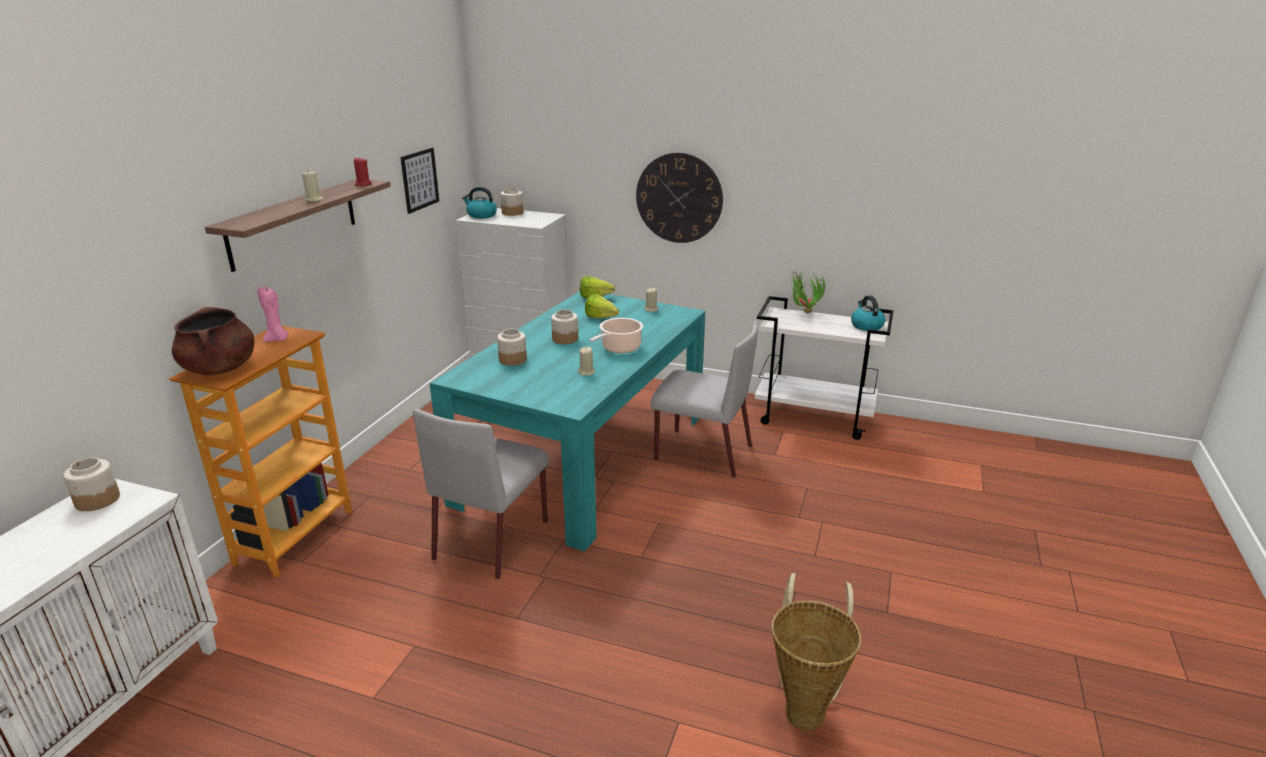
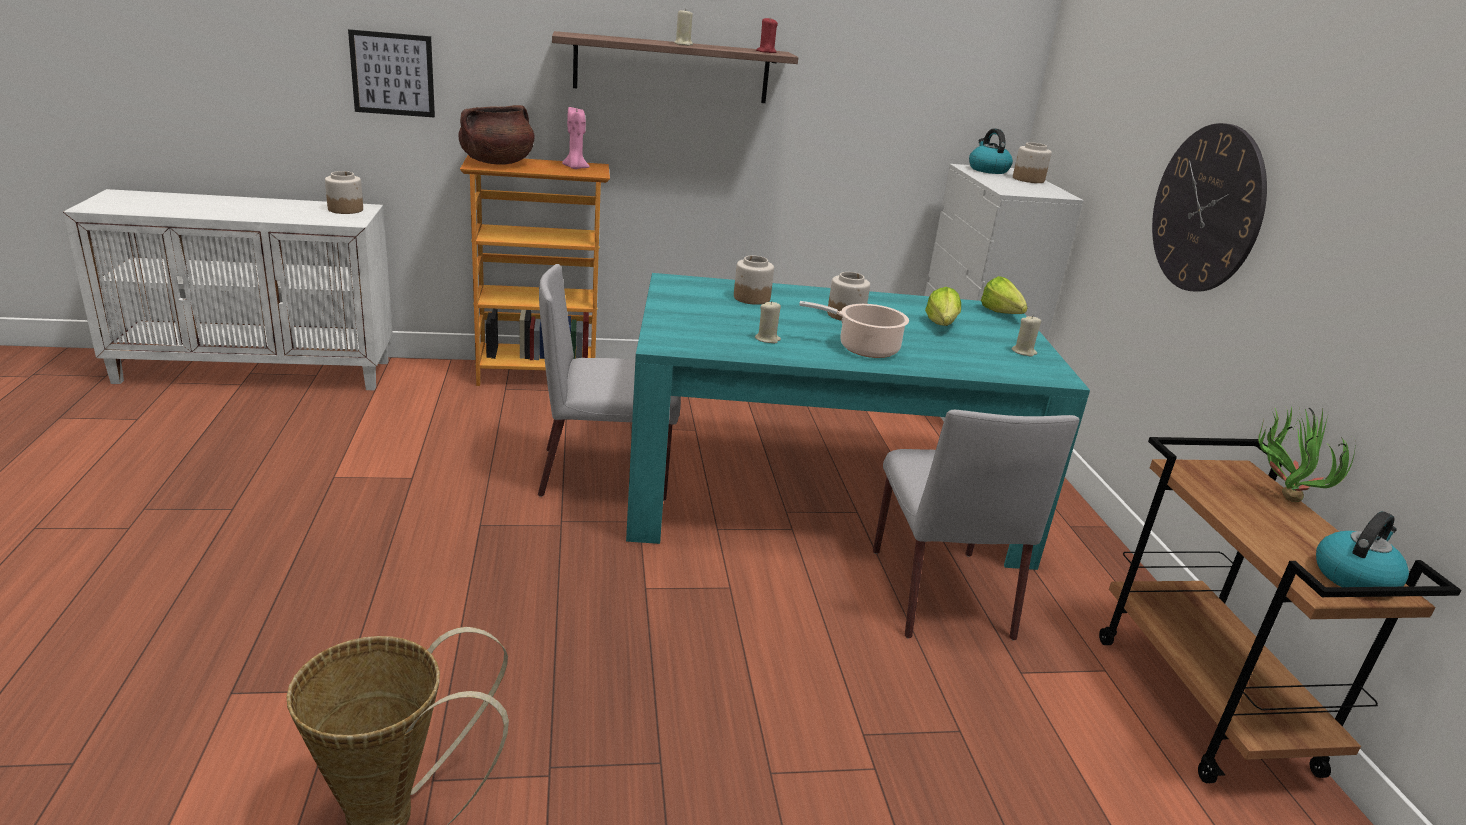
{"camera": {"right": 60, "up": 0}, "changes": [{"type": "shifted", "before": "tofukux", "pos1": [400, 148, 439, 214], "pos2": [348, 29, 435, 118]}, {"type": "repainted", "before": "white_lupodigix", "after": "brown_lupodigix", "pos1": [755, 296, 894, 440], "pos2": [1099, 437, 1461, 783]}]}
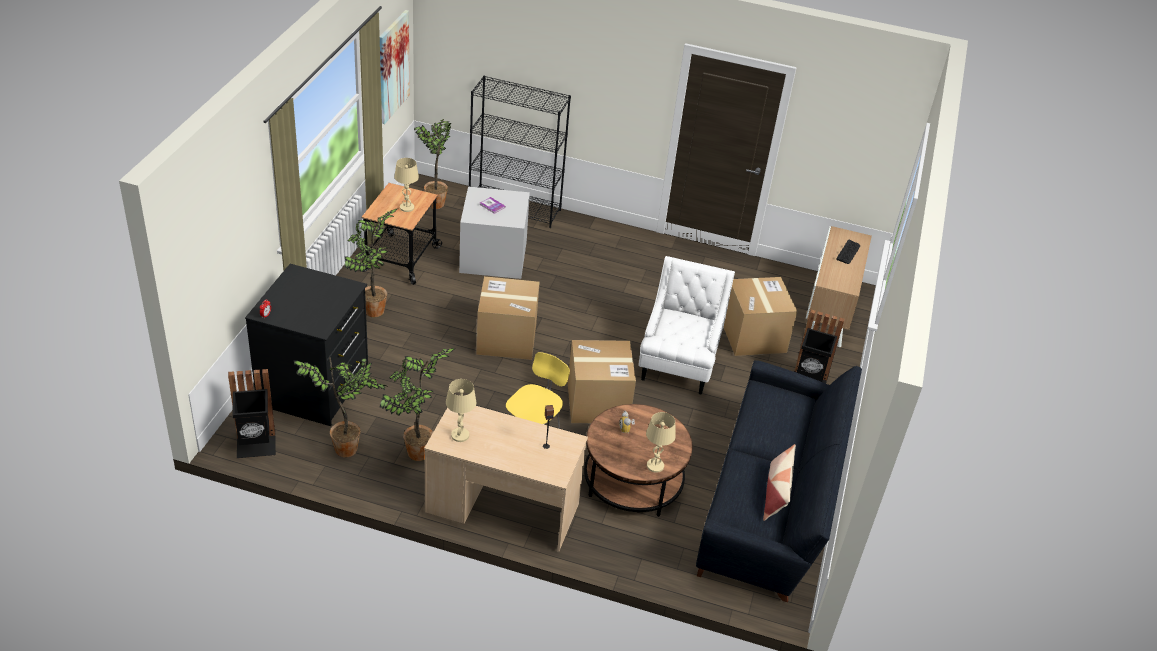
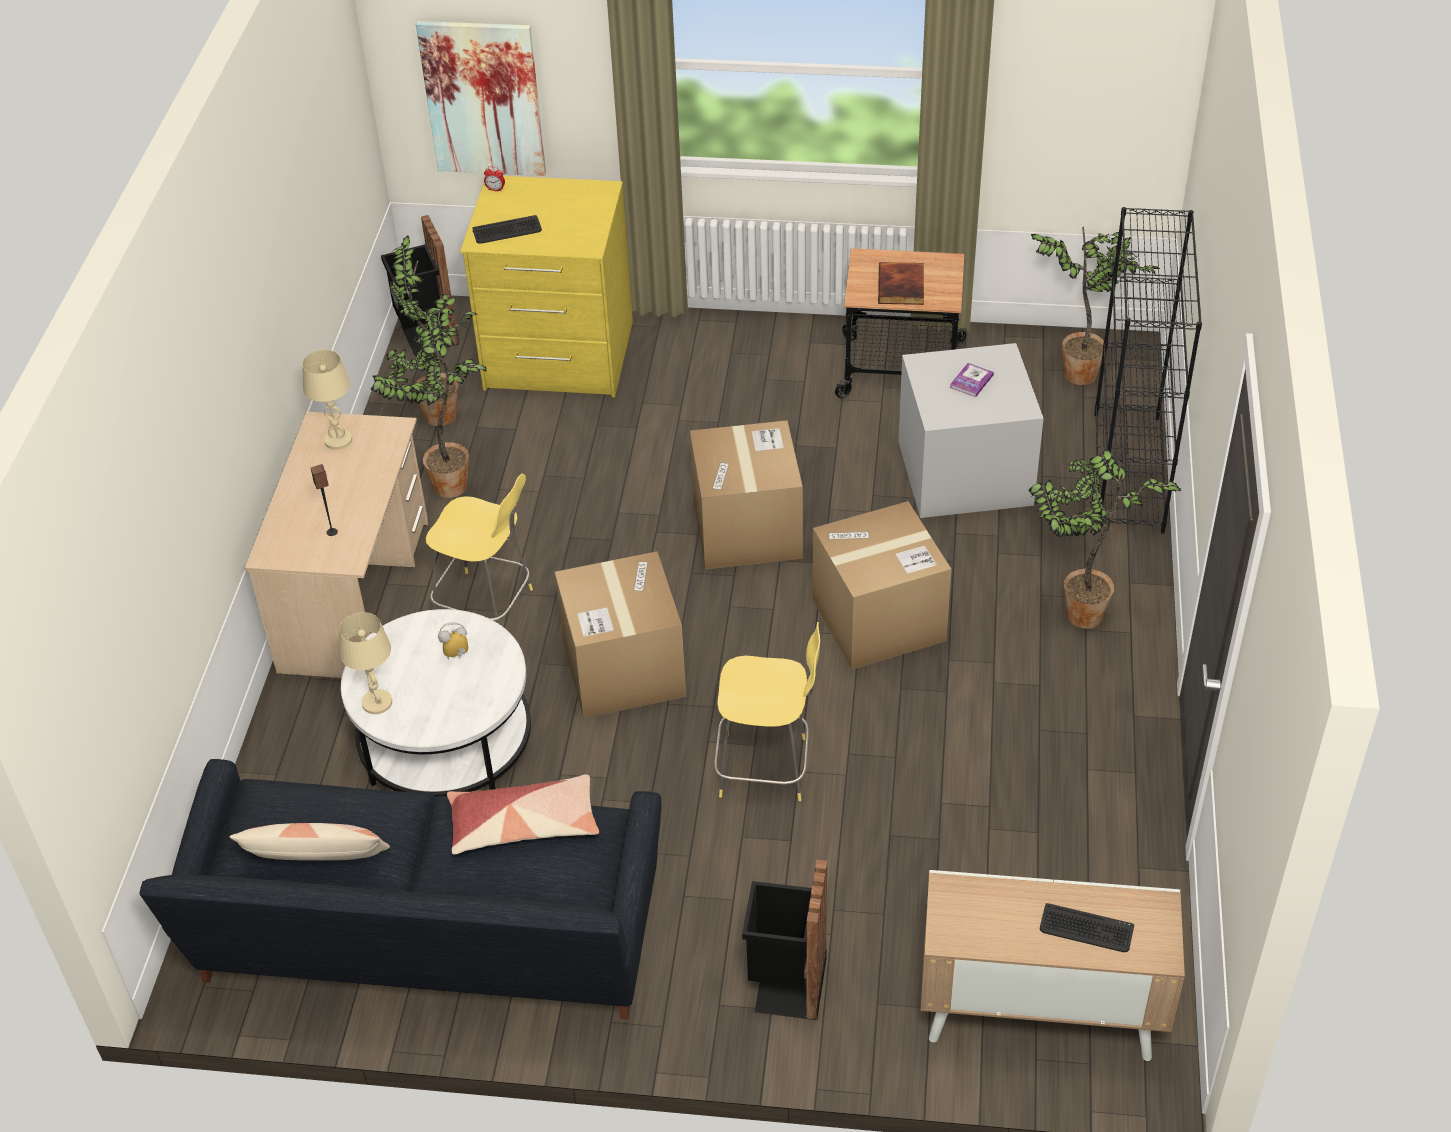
{"camera": {"right": 85, "up": 5}, "changes": [{"type": "repainted", "before": "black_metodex", "after": "yellow_metodex", "pos1": [245, 264, 368, 426], "pos2": [460, 176, 633, 397]}, {"type": "shifted", "before": "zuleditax", "pos1": [345, 209, 397, 317], "pos2": [1029, 449, 1181, 629]}, {"type": "shifted", "before": "tofukux", "pos1": [380, 10, 410, 124], "pos2": [416, 21, 546, 176]}, {"type": "swapped", "before": "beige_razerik", "after": "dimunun", "pos1": [394, 158, 419, 212], "pos2": [878, 262, 924, 305]}, {"type": "repainted", "before": "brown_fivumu", "after": "white_fivumu", "pos1": [584, 404, 693, 517], "pos2": [341, 609, 531, 797]}, {"type": "swapped", "before": "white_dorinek", "after": "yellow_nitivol", "pos1": [639, 256, 735, 395], "pos2": [714, 622, 820, 801]}, {"type": "shifted", "before": "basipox", "pos1": [724, 277, 797, 356], "pos2": [813, 501, 952, 669]}, {"type": "new", "after": "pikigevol", "pos2": [447, 774, 599, 854]}, {"type": "new", "after": "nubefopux", "pos2": [472, 215, 542, 244]}]}
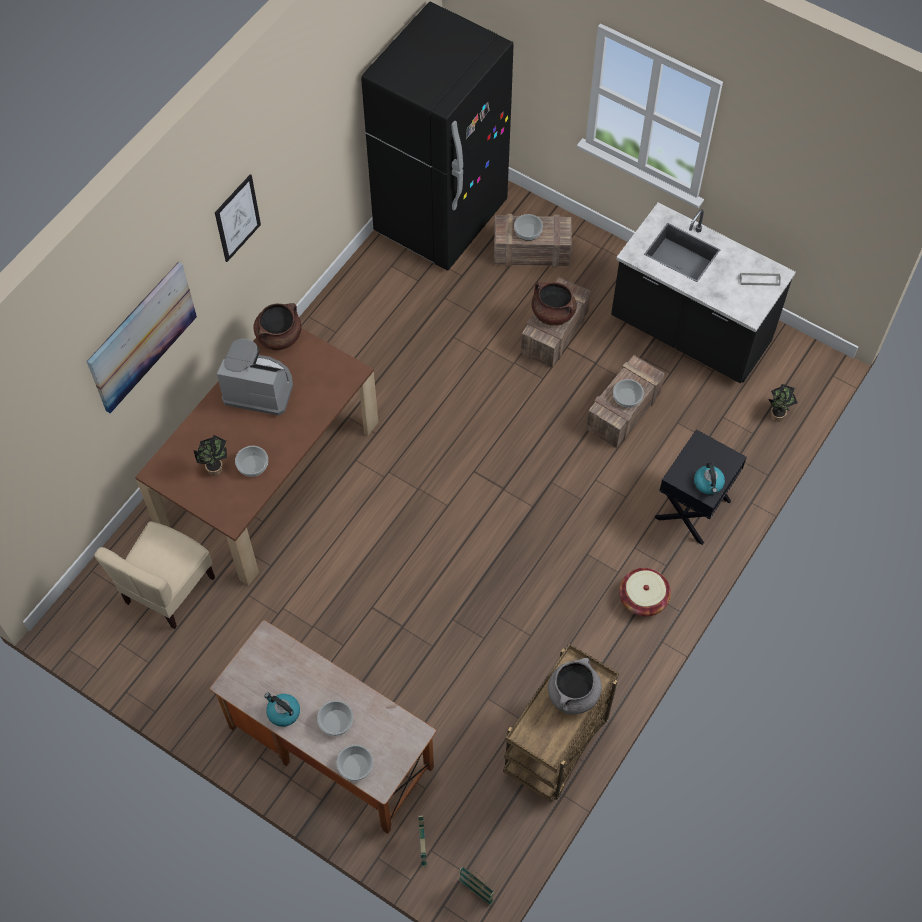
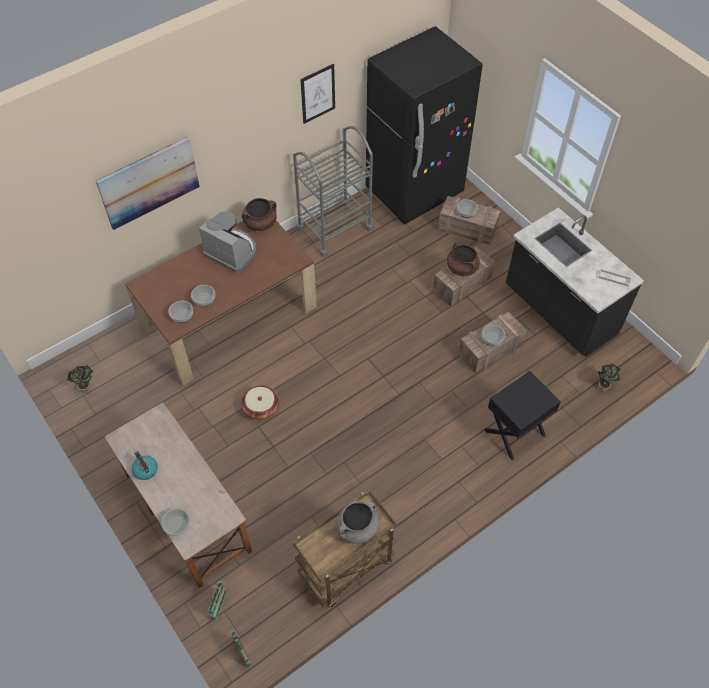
{"camera": {"right": 20, "up": -5}, "changes": [{"type": "gone", "before": "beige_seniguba", "pos1": [94, 521, 215, 629]}, {"type": "shifted", "before": "zuleditax", "pos1": [193, 435, 227, 476], "pos2": [67, 365, 93, 393]}, {"type": "shifted", "before": "tofukux", "pos1": [215, 174, 261, 262], "pos2": [300, 64, 335, 124]}, {"type": "shifted", "before": "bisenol", "pos1": [317, 700, 353, 736], "pos2": [168, 301, 193, 323]}, {"type": "shifted", "before": "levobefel", "pos1": [619, 568, 671, 616], "pos2": [241, 386, 279, 420]}, {"type": "gone", "before": "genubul", "pos1": [694, 463, 725, 494]}, {"type": "new", "after": "grey_lupodigix", "pos2": [293, 126, 374, 257]}]}
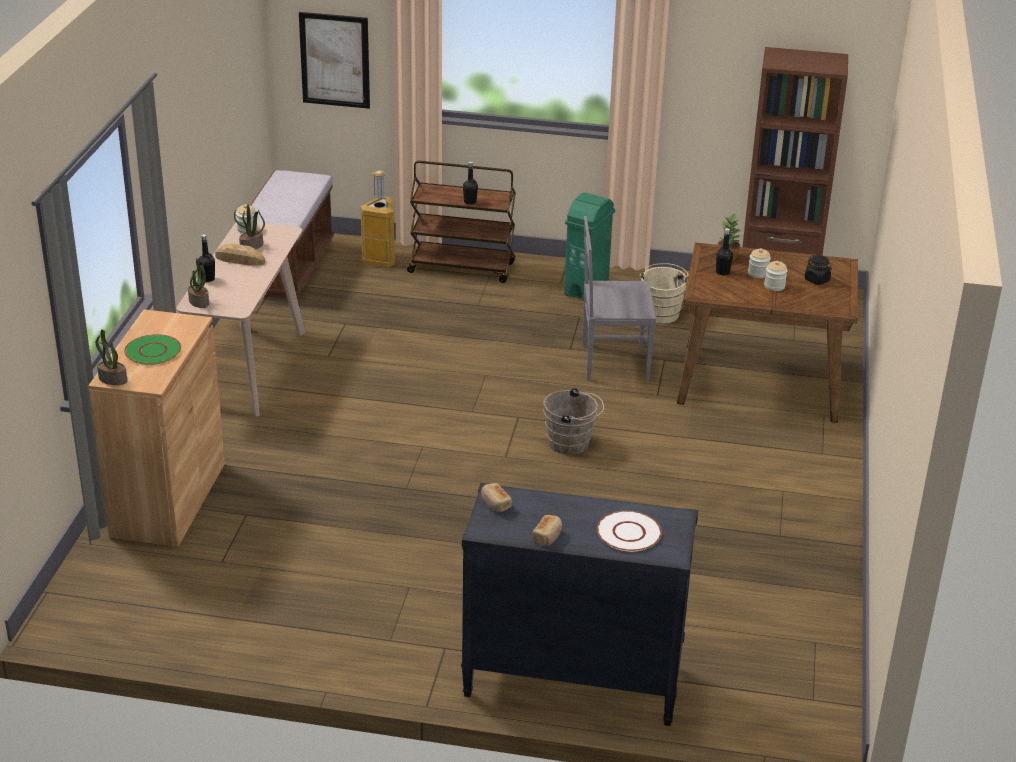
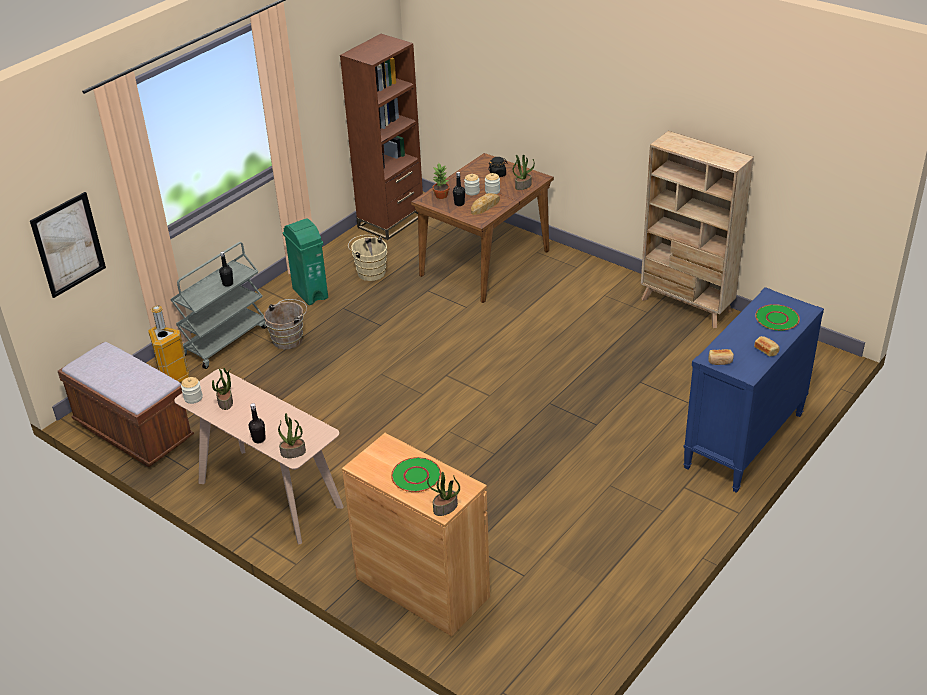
{"camera": {"right": -60, "up": 5}, "changes": [{"type": "shifted", "before": "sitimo", "pos1": [215, 243, 265, 265], "pos2": [471, 193, 500, 215]}, {"type": "repainted", "before": "brown_lupodigix", "after": "grey_lupodigix", "pos1": [407, 161, 516, 283], "pos2": [170, 242, 267, 369]}, {"type": "repainted", "before": "black_metodex", "after": "blue_metodex", "pos1": [461, 483, 698, 726], "pos2": [683, 287, 824, 493]}, {"type": "shifted", "before": "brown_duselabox", "pos1": [543, 388, 604, 455], "pos2": [264, 299, 307, 349]}, {"type": "gone", "before": "grey_seniguba", "pos1": [582, 216, 656, 381]}, {"type": "repainted", "before": "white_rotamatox", "after": "green_rotamatox", "pos1": [597, 511, 662, 551], "pos2": [755, 304, 800, 331]}, {"type": "new", "after": "zuleditax", "pos2": [513, 155, 535, 190]}, {"type": "new", "after": "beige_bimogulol", "pos2": [641, 131, 754, 328]}]}
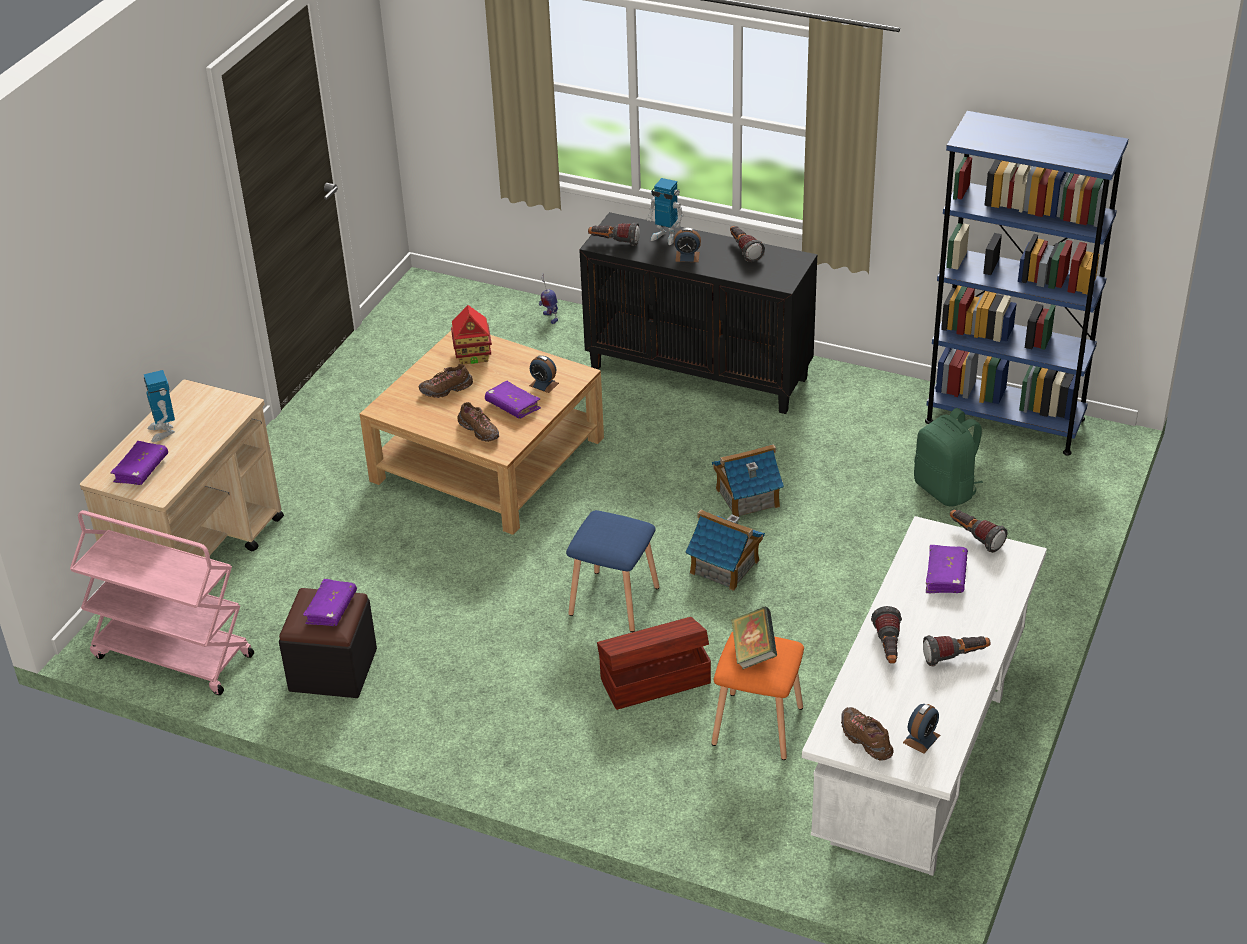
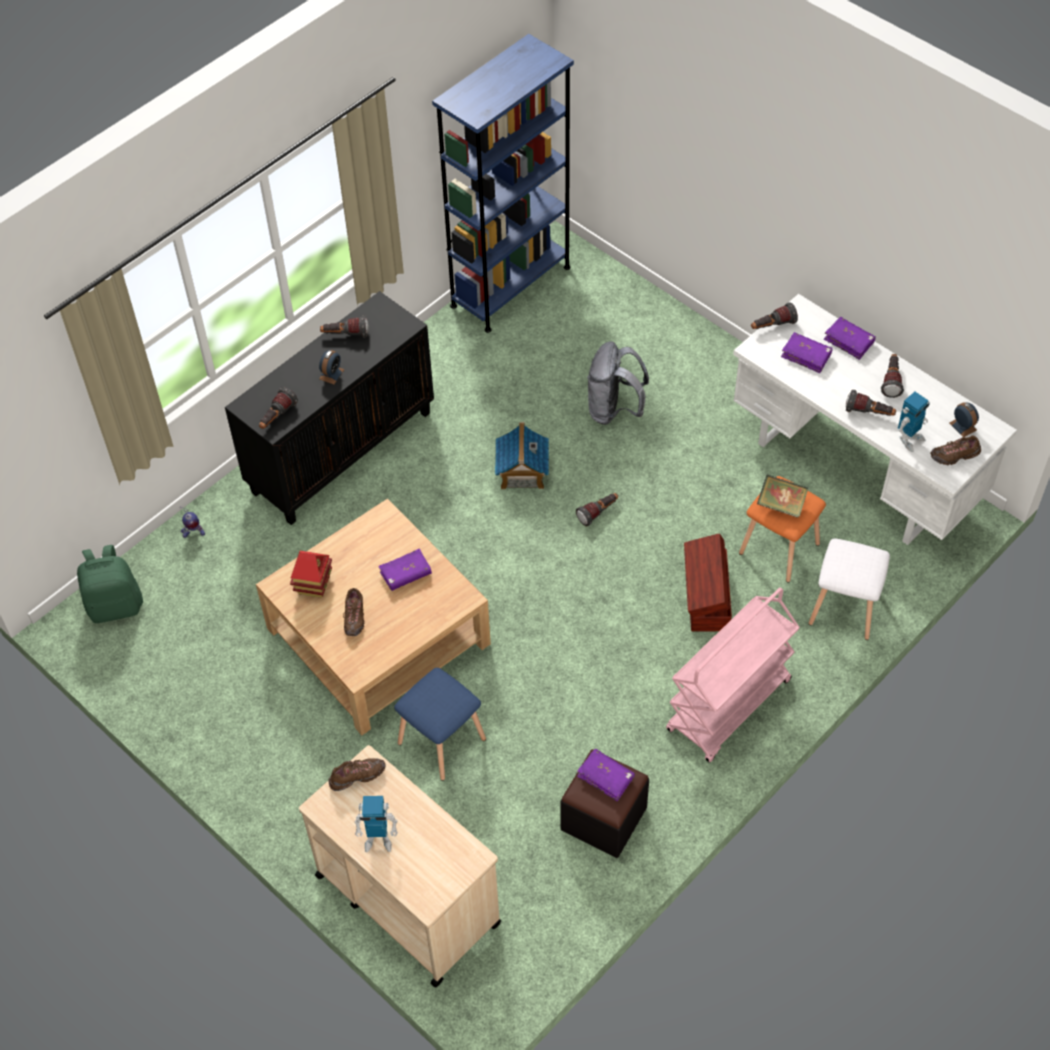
{"camera": {"right": -70, "up": 15}, "changes": [{"type": "shifted", "before": "pink_lupodigix", "pos1": [70, 510, 254, 695], "pos2": [666, 587, 800, 763]}, {"type": "shifted", "before": "purple_dimunun", "pos1": [110, 441, 168, 485], "pos2": [824, 317, 876, 360]}, {"type": "shifted", "before": "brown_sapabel", "pos1": [457, 402, 499, 442], "pos2": [328, 758, 385, 791]}, {"type": "gone", "before": "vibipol", "pos1": [529, 355, 559, 393]}, {"type": "shifted", "before": "blue_nitivol", "pos1": [566, 510, 660, 632], "pos2": [394, 668, 486, 781]}, {"type": "shifted", "before": "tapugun", "pos1": [646, 178, 684, 245], "pos2": [898, 392, 930, 452]}, {"type": "swapped", "before": "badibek", "after": "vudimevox", "pos1": [685, 510, 765, 591], "pos2": [576, 493, 618, 527]}, {"type": "shifted", "before": "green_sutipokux", "pos1": [914, 408, 983, 506], "pos2": [77, 545, 143, 623]}, {"type": "new", "after": "grey_sutipokux", "pos2": [587, 341, 649, 425]}, {"type": "new", "after": "white_nitivol", "pos2": [809, 538, 890, 640]}]}
